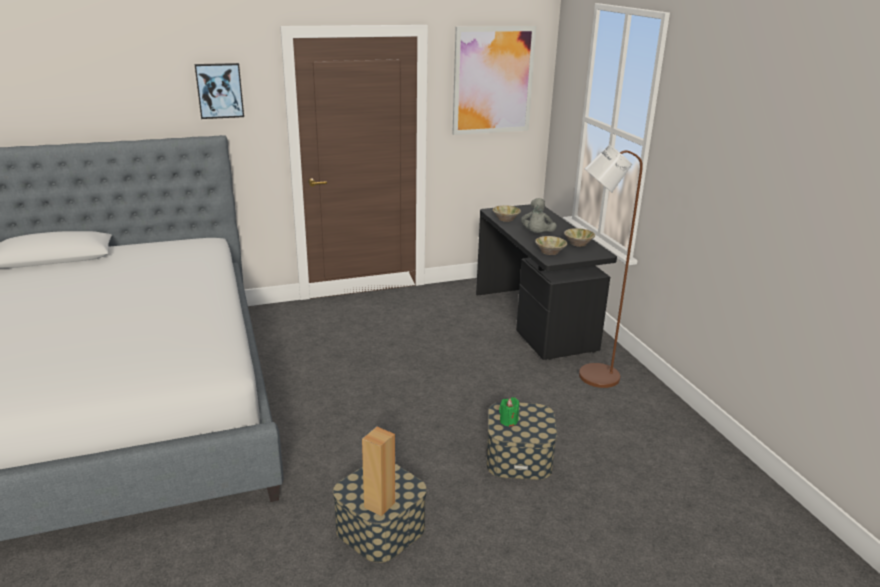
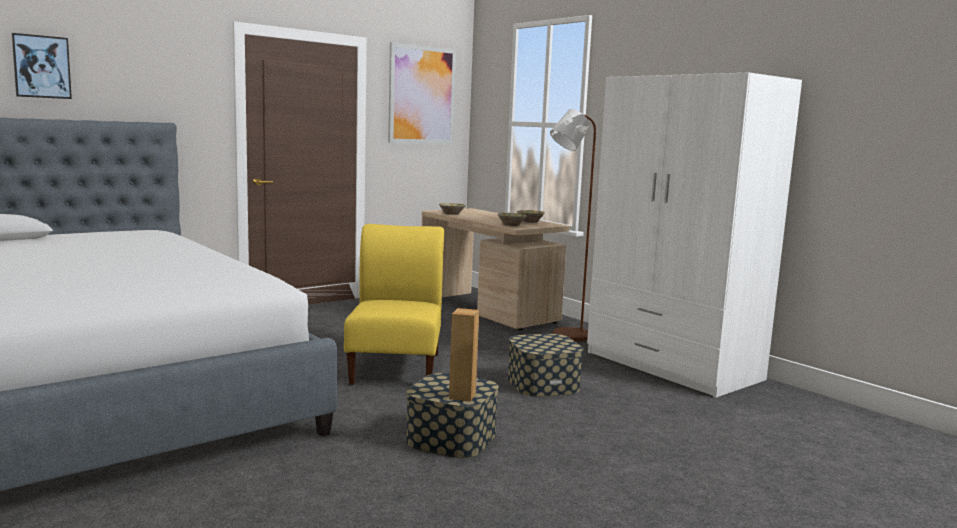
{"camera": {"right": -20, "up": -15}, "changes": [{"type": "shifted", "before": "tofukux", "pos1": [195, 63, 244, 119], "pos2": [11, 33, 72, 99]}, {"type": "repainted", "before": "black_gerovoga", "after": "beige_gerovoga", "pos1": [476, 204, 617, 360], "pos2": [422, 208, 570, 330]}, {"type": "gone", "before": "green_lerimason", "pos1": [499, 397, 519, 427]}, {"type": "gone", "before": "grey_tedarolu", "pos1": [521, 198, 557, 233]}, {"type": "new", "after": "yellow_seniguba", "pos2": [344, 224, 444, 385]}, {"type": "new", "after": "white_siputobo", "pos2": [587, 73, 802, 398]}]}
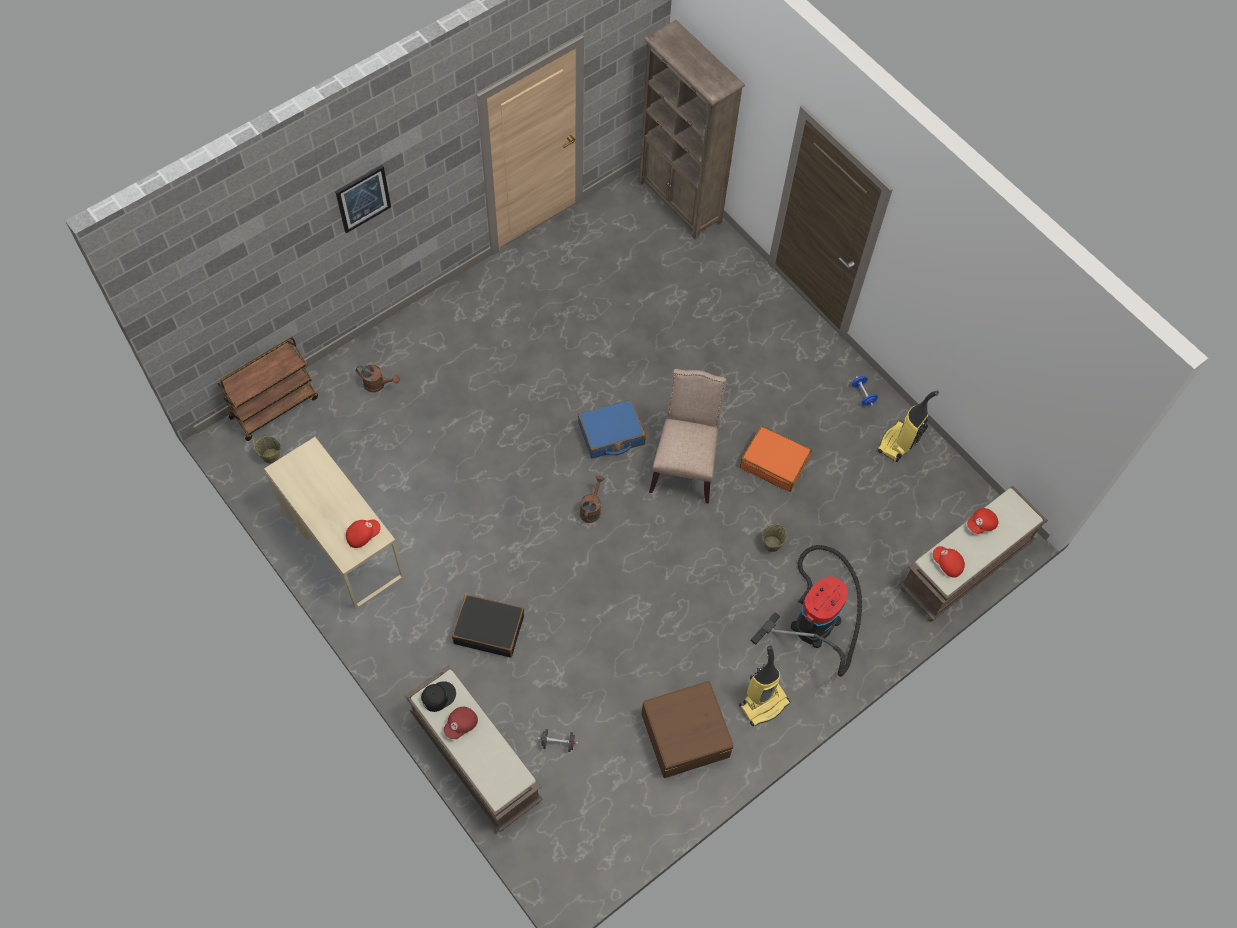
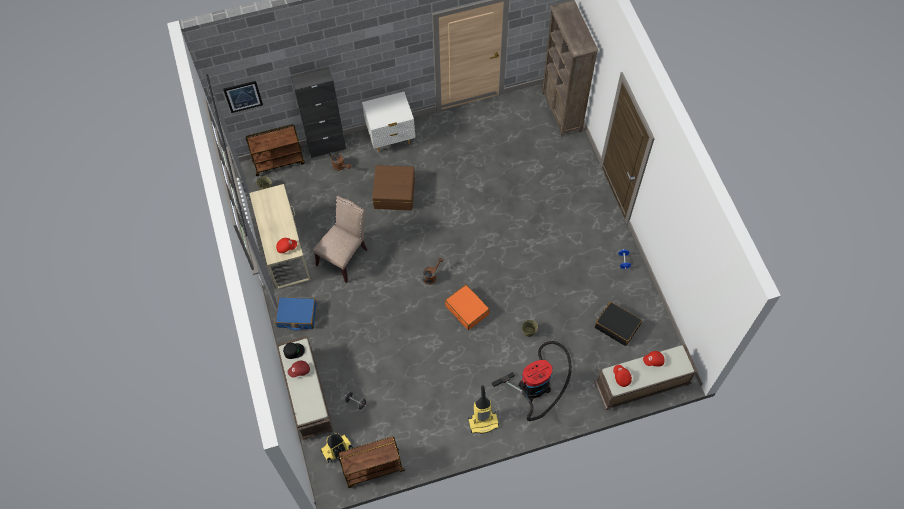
{"camera": {"right": 25, "up": 0}, "changes": [{"type": "shifted", "before": "tofukux", "pos1": [335, 165, 391, 233], "pos2": [223, 81, 263, 113]}, {"type": "shifted", "before": "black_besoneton", "pos1": [452, 595, 524, 657], "pos2": [595, 302, 642, 346]}, {"type": "shifted", "before": "blue_besoneton", "pos1": [578, 399, 646, 459], "pos2": [275, 297, 317, 331]}, {"type": "shifted", "before": "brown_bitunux", "pos1": [641, 681, 734, 778], "pos2": [372, 165, 415, 210]}, {"type": "shifted", "before": "beige_seniguba", "pos1": [649, 369, 726, 504], "pos2": [313, 196, 368, 283]}, {"type": "shifted", "before": "orange_besoneton", "pos1": [740, 426, 812, 492], "pos2": [445, 284, 490, 330]}, {"type": "shifted", "before": "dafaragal", "pos1": [877, 391, 939, 462], "pos2": [320, 432, 353, 463]}, {"type": "new", "after": "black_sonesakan", "pos2": [291, 67, 346, 158]}, {"type": "new", "after": "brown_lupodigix", "pos2": [338, 436, 405, 488]}, {"type": "new", "after": "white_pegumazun", "pos2": [362, 92, 415, 152]}]}
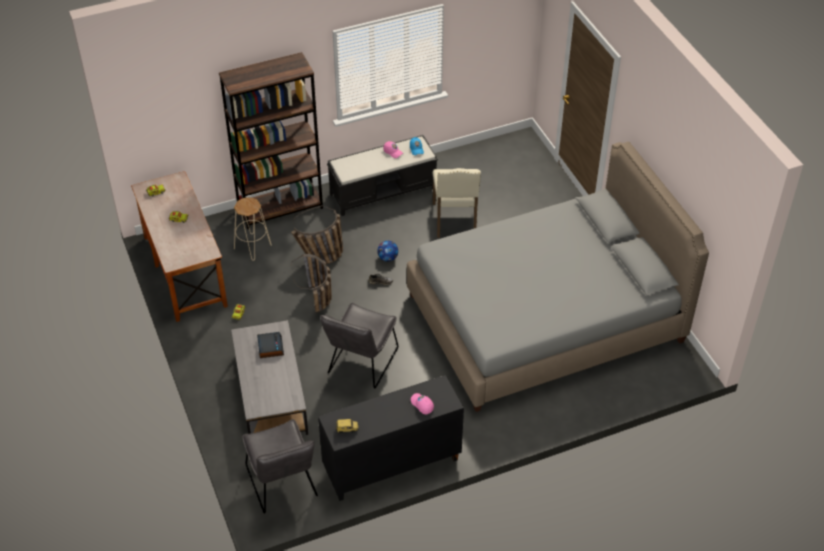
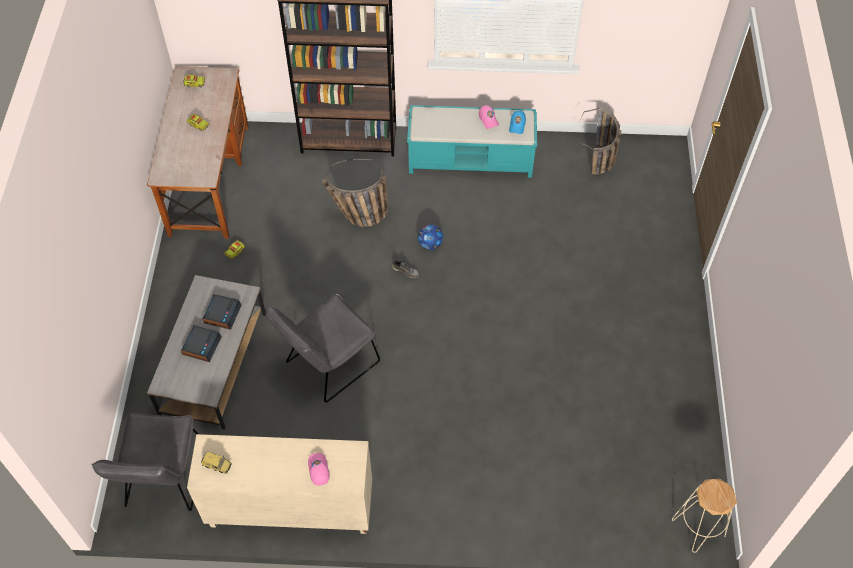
{"camera": {"right": 25, "up": 10}, "changes": [{"type": "shifted", "before": "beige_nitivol", "pos1": [234, 197, 272, 260], "pos2": [672, 479, 737, 553]}, {"type": "shifted", "before": "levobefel", "pos1": [291, 254, 332, 313], "pos2": [578, 108, 621, 175]}, {"type": "repainted", "before": "black_sonesakan", "after": "beige_sonesakan", "pos1": [318, 375, 464, 501], "pos2": [187, 434, 372, 534]}, {"type": "repainted", "before": "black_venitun", "after": "turquoise_venitun", "pos1": [327, 135, 438, 216], "pos2": [407, 105, 537, 178]}, {"type": "gone", "before": "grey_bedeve", "pos1": [407, 142, 709, 412]}, {"type": "gone", "before": "beige_seniguba", "pos1": [433, 168, 481, 238]}, {"type": "new", "after": "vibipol", "pos2": [181, 325, 222, 362]}]}
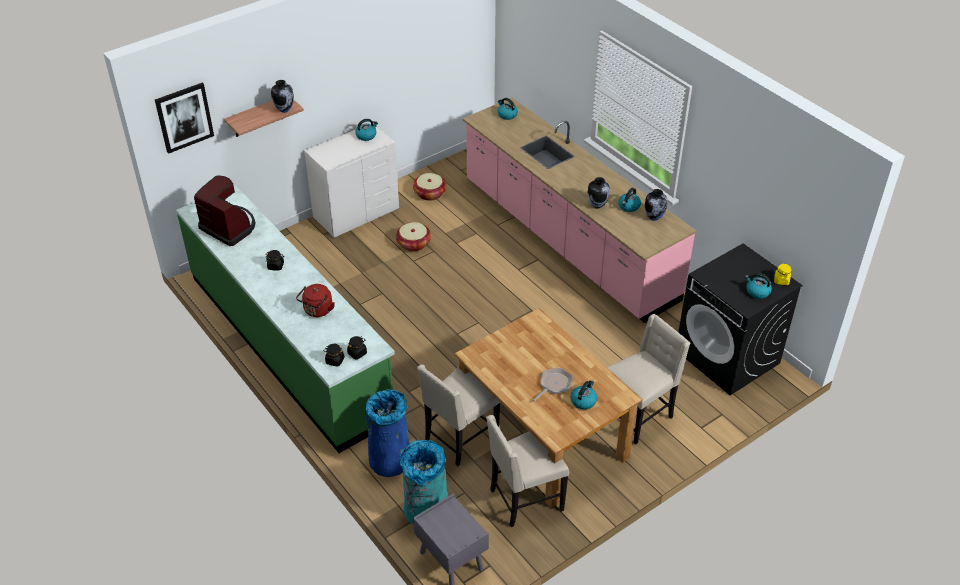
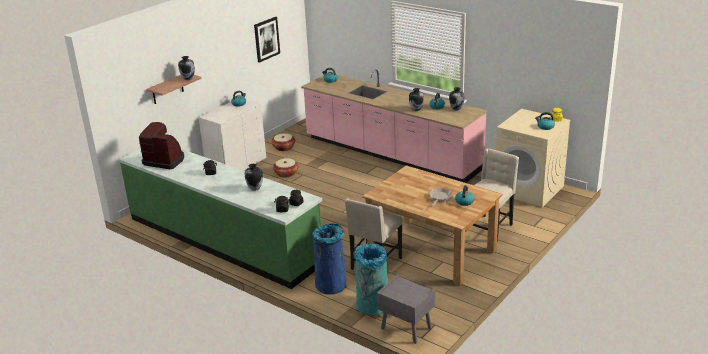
{"camera": {"right": -15, "up": -15}, "changes": [{"type": "shifted", "before": "tofukux", "pos1": [155, 83, 214, 154], "pos2": [254, 17, 280, 63]}, {"type": "swapped", "before": "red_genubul", "after": "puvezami", "pos1": [296, 284, 335, 317], "pos2": [245, 164, 263, 191]}, {"type": "gone", "before": "beige_seniguba", "pos1": [486, 415, 569, 527]}, {"type": "repainted", "before": "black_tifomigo", "after": "beige_tifomigo", "pos1": [678, 243, 803, 395], "pos2": [496, 109, 571, 207]}]}
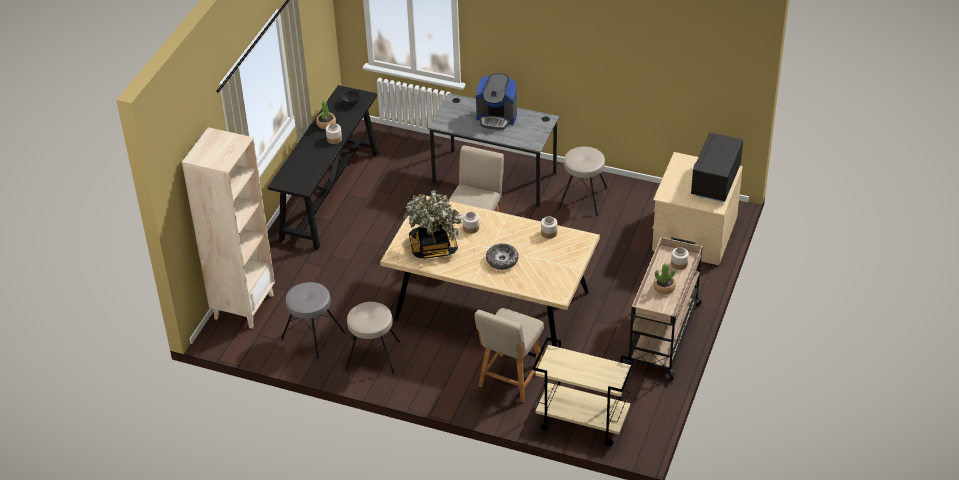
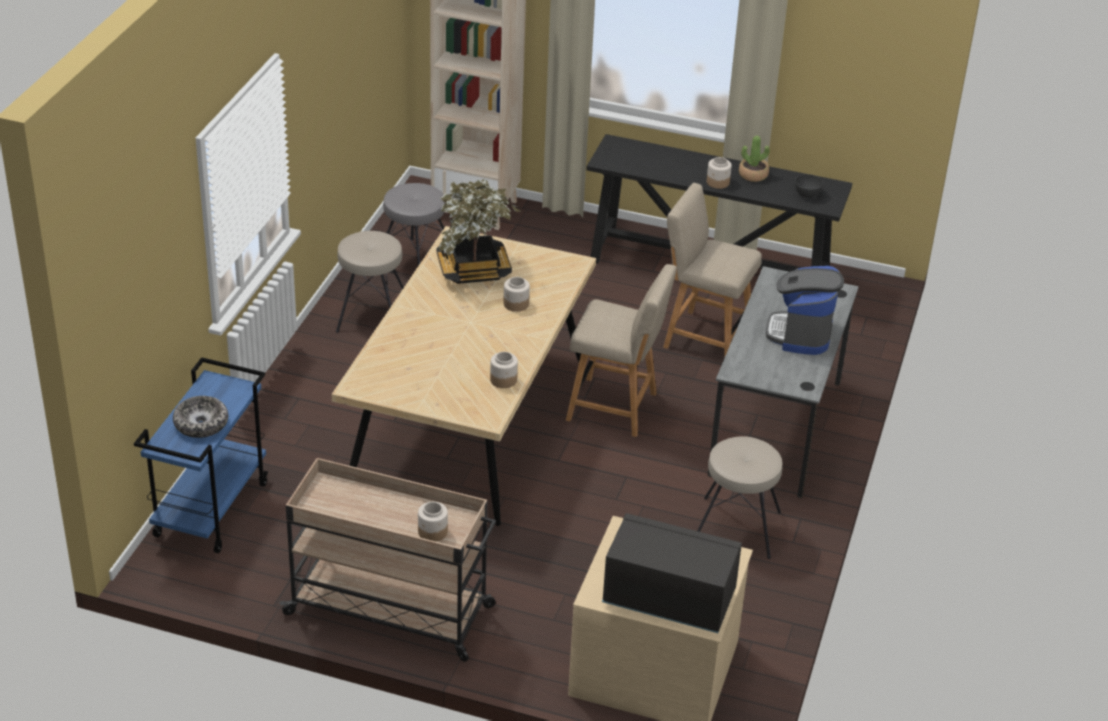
{"camera": {"right": 85, "up": -5}, "changes": [{"type": "shifted", "before": "beige_seniguba", "pos1": [474, 308, 544, 403], "pos2": [663, 183, 762, 358]}, {"type": "shifted", "before": "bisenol", "pos1": [486, 243, 519, 269], "pos2": [173, 396, 228, 438]}, {"type": "repainted", "before": "beige_lupodigix", "after": "blue_lupodigix", "pos1": [532, 337, 636, 447], "pos2": [134, 357, 268, 553]}, {"type": "gone", "before": "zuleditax", "pos1": [654, 263, 676, 294]}]}
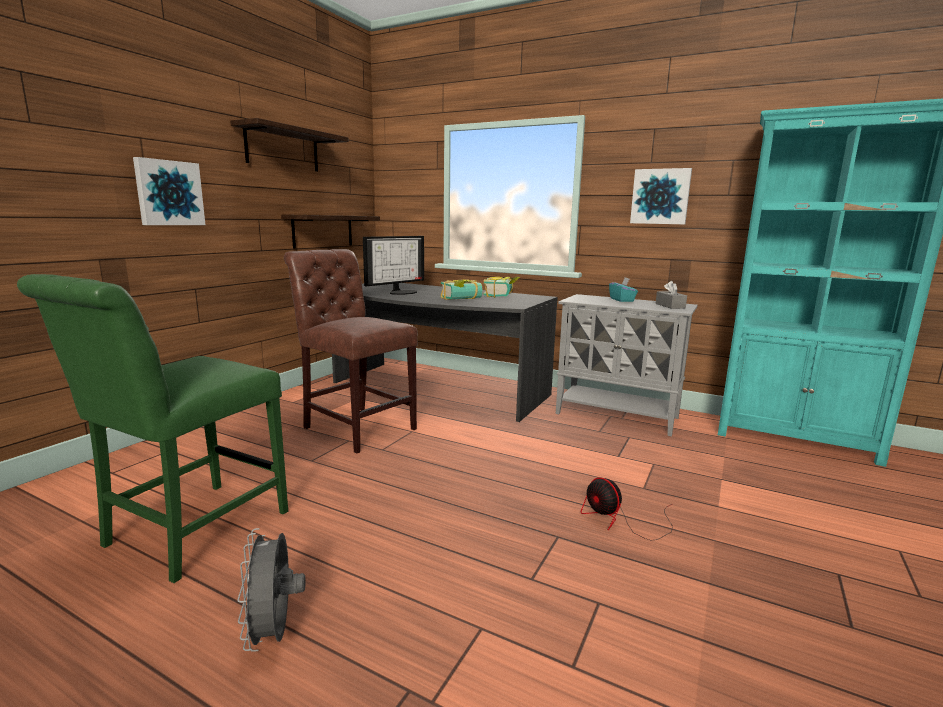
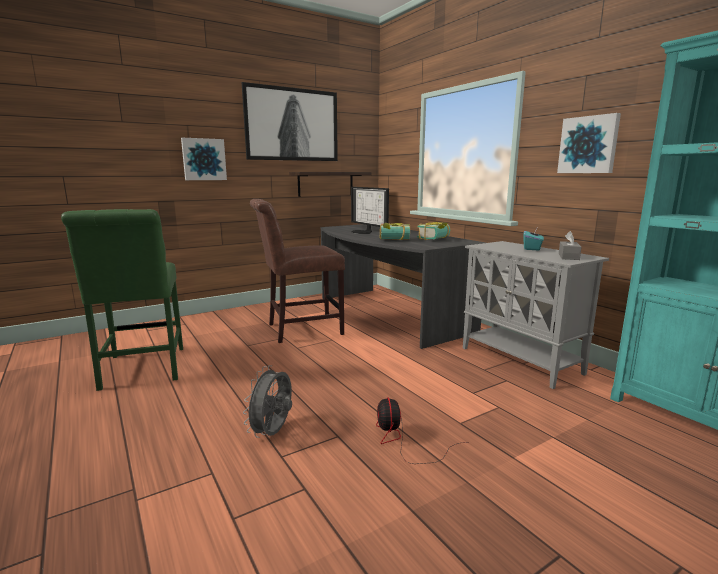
{"camera": {"right": 30, "up": 0}, "changes": [{"type": "rotated", "before": "green_seniguba", "pos1": [17, 274, 288, 583], "pos2": [61, 209, 183, 391], "turn": -75}, {"type": "swapped", "before": "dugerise", "after": "tofukux", "pos1": [230, 118, 349, 172], "pos2": [242, 82, 338, 161]}, {"type": "shifted", "before": "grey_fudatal", "pos1": [237, 528, 305, 652], "pos2": [243, 365, 292, 438]}, {"type": "rotated", "before": "brown_seniguba", "pos1": [284, 249, 418, 453], "pos2": [250, 199, 345, 343], "turn": -90}, {"type": "rotated", "before": "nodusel", "pos1": [363, 236, 424, 295], "pos2": [351, 187, 389, 234], "turn": 75}]}
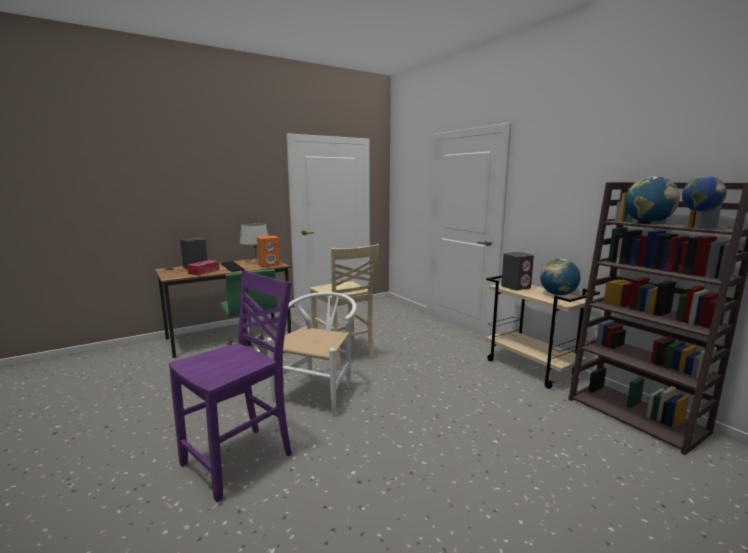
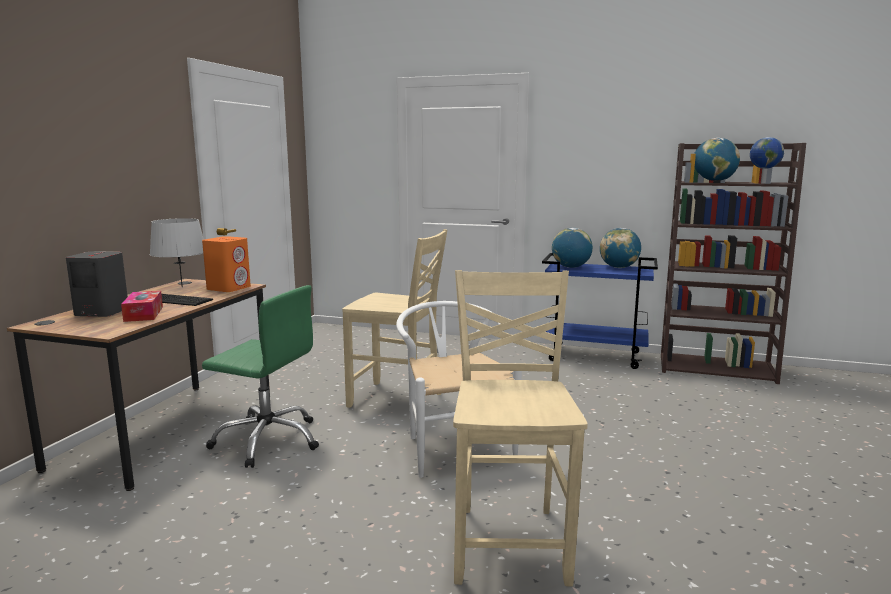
{"camera": {"right": -40, "up": 0}, "changes": [{"type": "repainted", "before": "purple_seniguba", "after": "beige_seniguba", "pos1": [169, 270, 292, 502], "pos2": [453, 270, 588, 587]}, {"type": "repainted", "before": "beige_lupodigix", "after": "blue_lupodigix", "pos1": [486, 275, 600, 389], "pos2": [542, 253, 658, 369]}, {"type": "swapped", "before": "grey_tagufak", "after": "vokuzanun", "pos1": [501, 252, 534, 290], "pos2": [552, 228, 593, 268]}]}
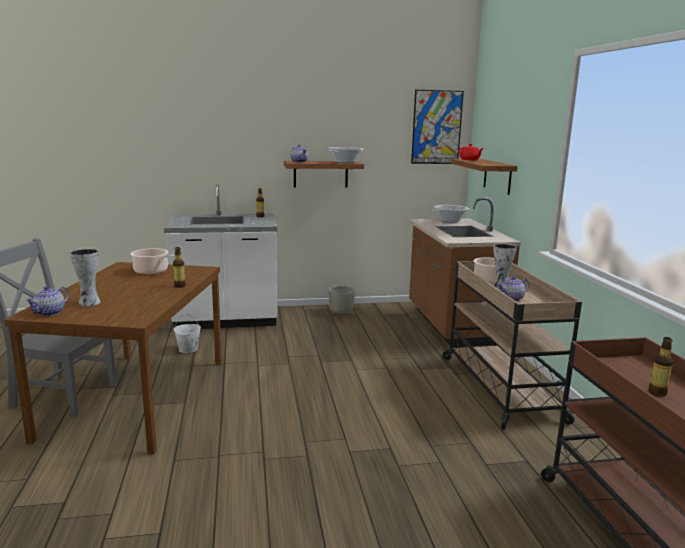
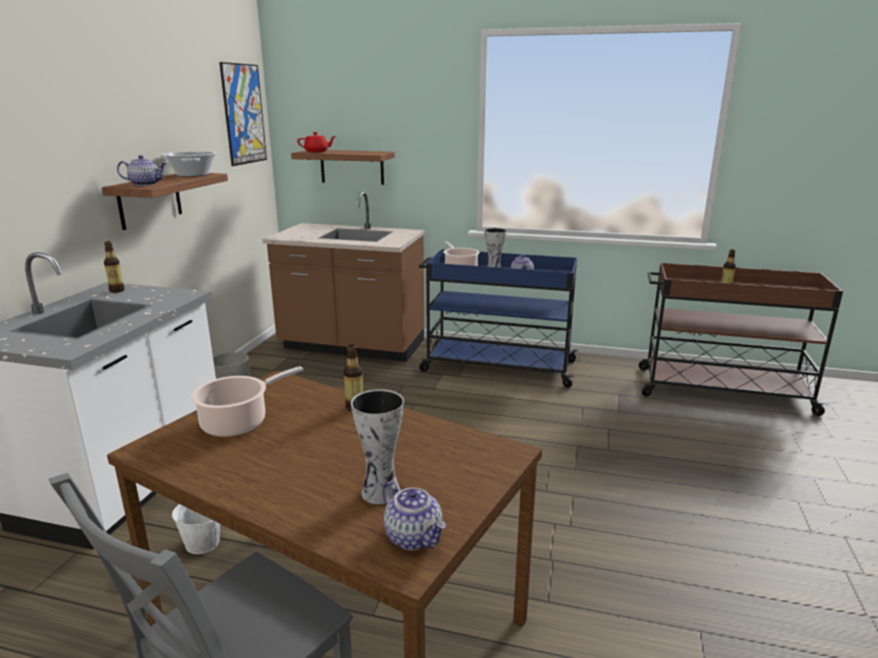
{"camera": {"right": -65, "up": 5}, "changes": [{"type": "gone", "before": "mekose", "pos1": [432, 205, 470, 222]}, {"type": "repainted", "before": "beige_lupodigix", "after": "blue_lupodigix", "pos1": [443, 261, 582, 430], "pos2": [419, 249, 578, 388]}]}
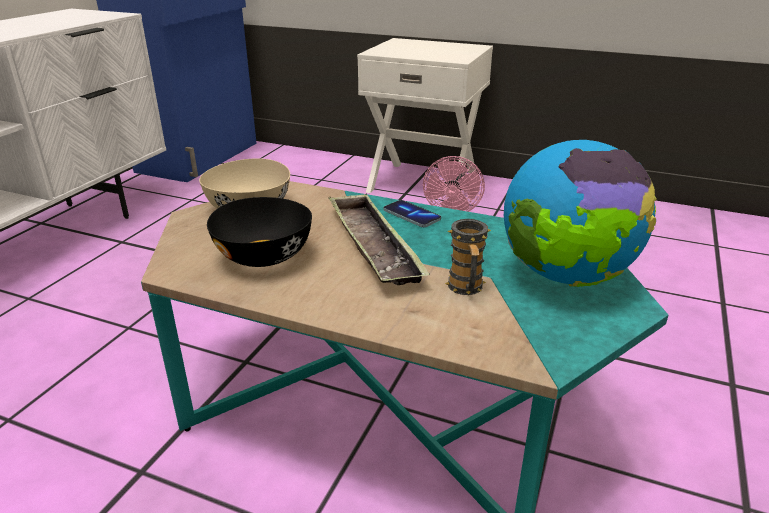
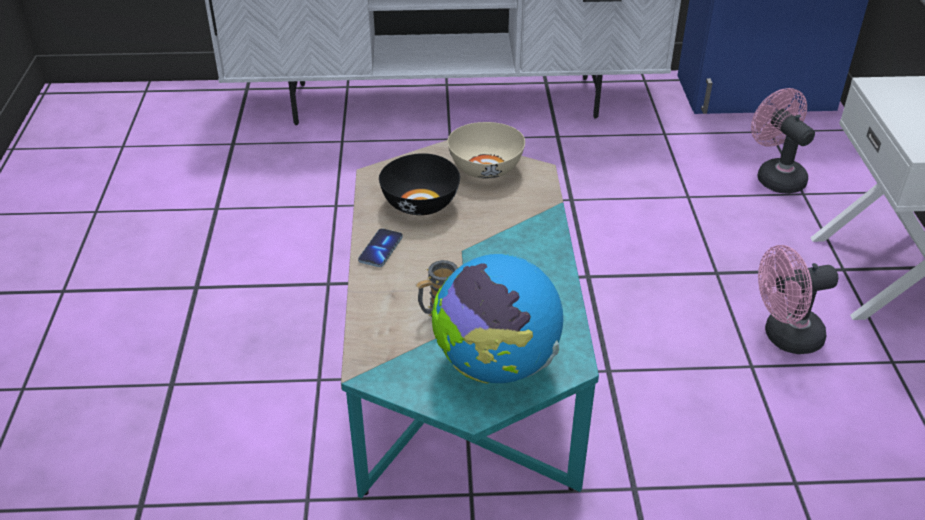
{"camera": {"right": 65, "up": 10}, "changes": [{"type": "gone", "before": "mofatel", "pos1": [328, 193, 430, 285]}, {"type": "shifted", "before": "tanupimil", "pos1": [383, 200, 441, 228], "pos2": [358, 228, 403, 267]}, {"type": "new", "after": "pink_fudatal", "pos2": [751, 88, 815, 194]}]}
